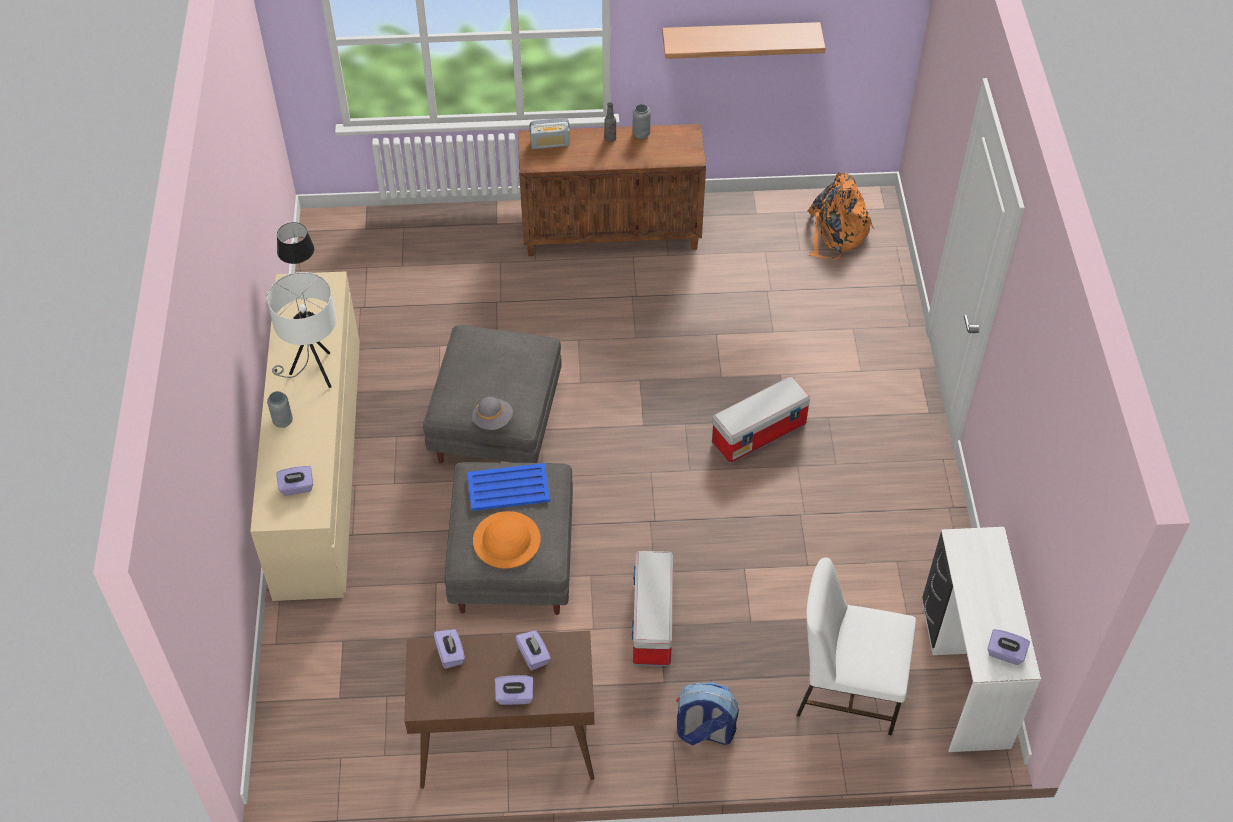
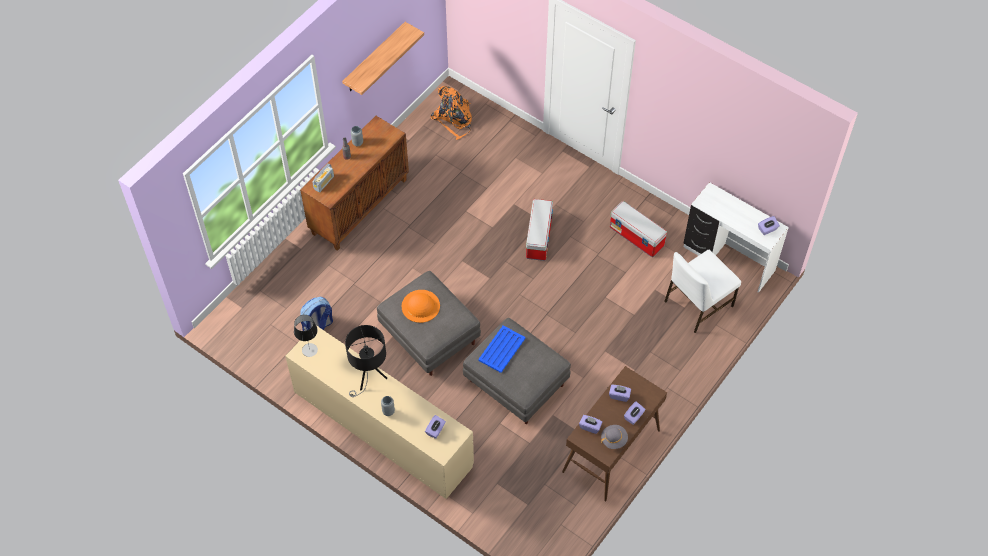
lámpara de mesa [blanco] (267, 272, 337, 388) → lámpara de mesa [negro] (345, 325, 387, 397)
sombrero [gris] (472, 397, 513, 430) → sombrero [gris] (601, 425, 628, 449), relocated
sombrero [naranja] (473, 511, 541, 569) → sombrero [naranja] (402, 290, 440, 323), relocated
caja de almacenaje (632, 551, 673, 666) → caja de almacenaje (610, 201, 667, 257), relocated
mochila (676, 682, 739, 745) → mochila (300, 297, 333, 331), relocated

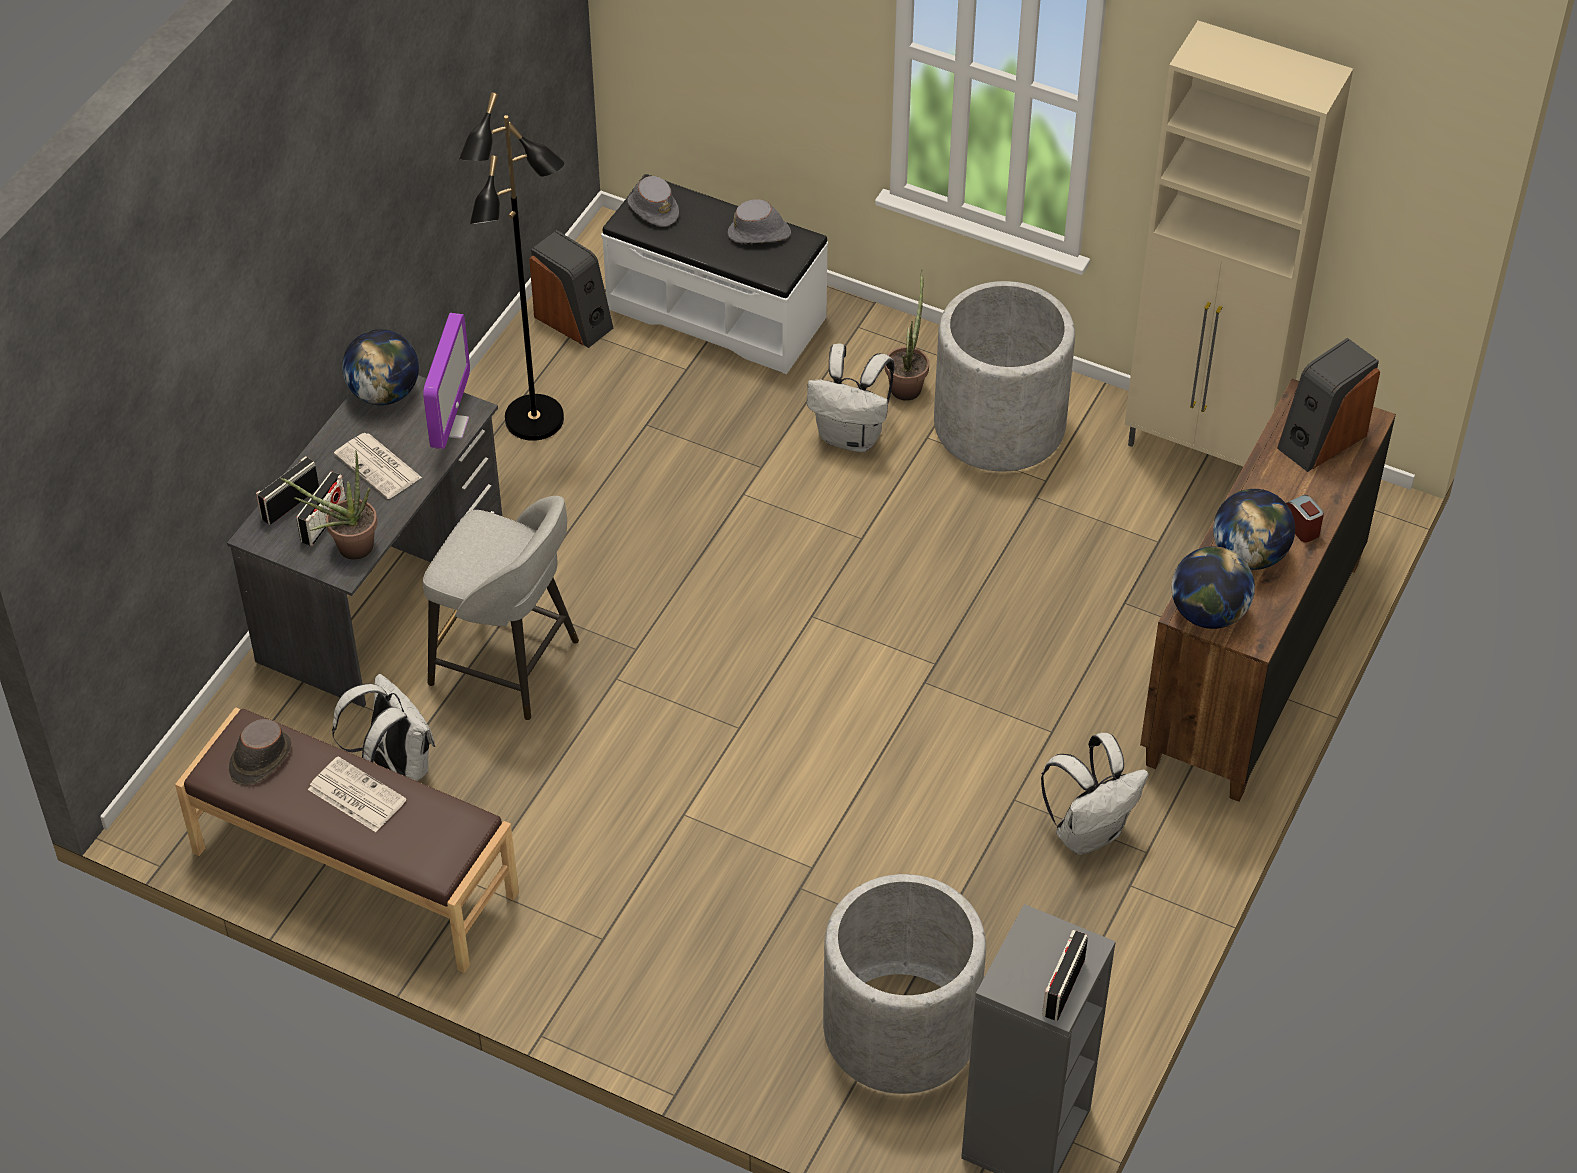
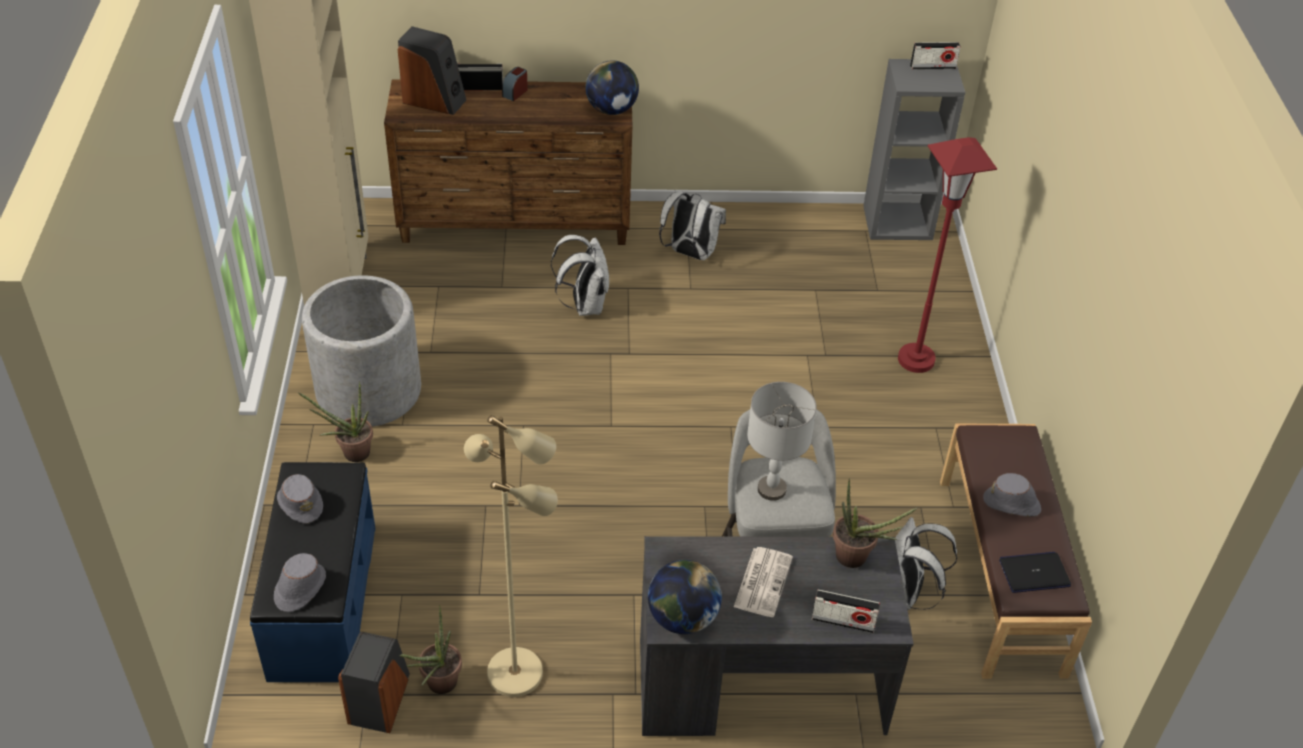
sombrero [marrón] (228, 719, 292, 786) → portátil (999, 552, 1071, 593)
radio (296, 472, 346, 546) → radio (457, 63, 503, 90), relocated
periódico (308, 756, 407, 832) → sombrero [gris] (983, 473, 1041, 517)
monitor (423, 313, 470, 449) → -
lámpara de pie [negro] (459, 92, 565, 441) → lámpara de pie [beis] (464, 415, 558, 697)
banco [blanco] (601, 174, 828, 374) → banco [azul] (250, 462, 376, 682)
mochila [blanco] (807, 343, 895, 452) → mochila [blanco] (551, 235, 609, 316), relocated
maceta [gris] (823, 874, 986, 1094) → -
globo terráqueo (1213, 489, 1295, 570) → -
- → planta en maceta (400, 605, 462, 694)
- → lámpara de mesa [gris] (747, 382, 817, 501)
- → lámpara de pie [rojo] (898, 137, 997, 373)

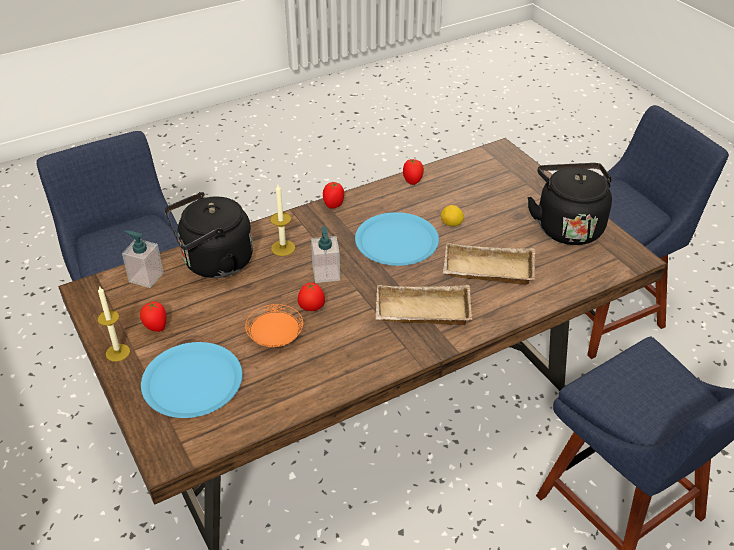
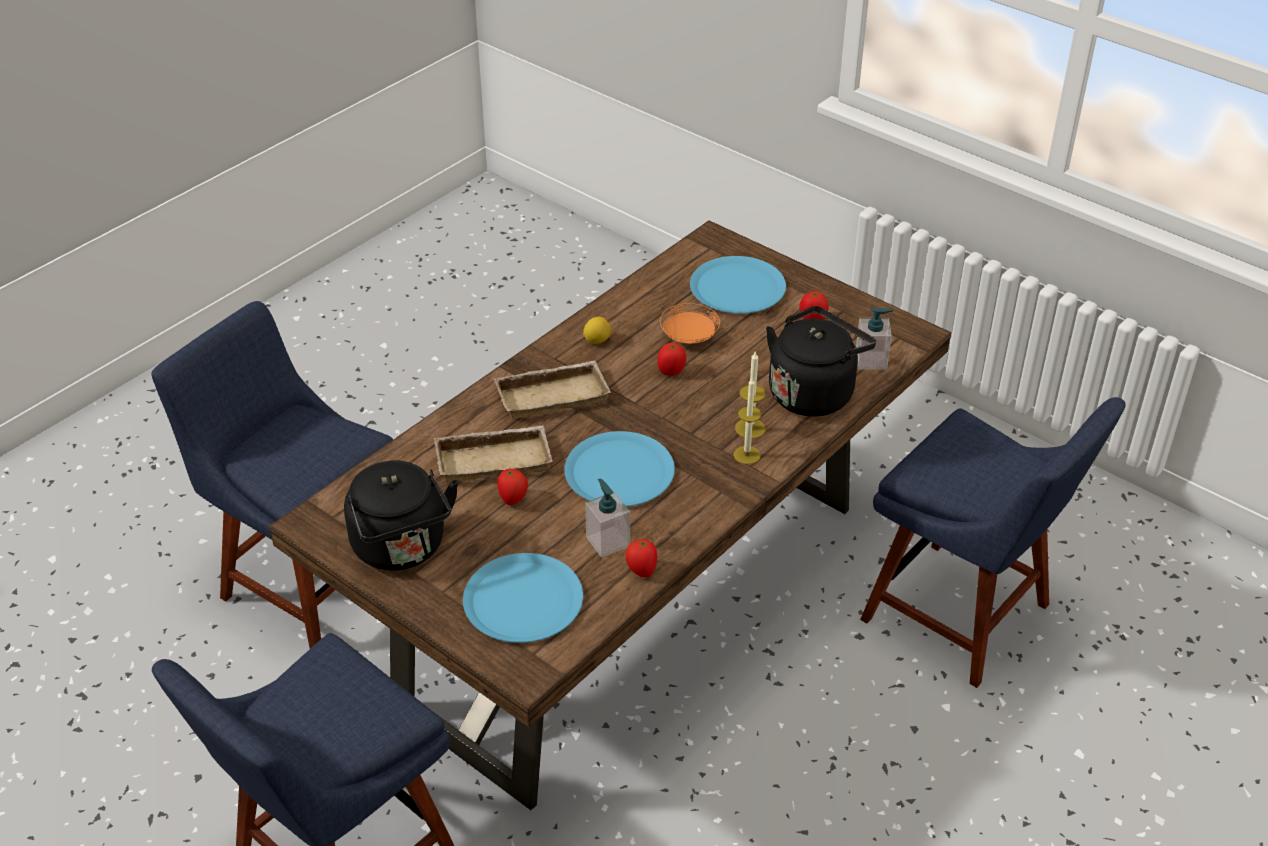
vela (97, 286, 130, 362) → vela (734, 378, 761, 464), relocated
dispensador de jabón (311, 226, 340, 283) → dispensador de jabón (585, 478, 630, 558), relocated
tomate (323, 182, 344, 209) → tomate (498, 469, 528, 505), relocated
limón (441, 205, 464, 227) → limón (583, 317, 611, 344), relocated
- → plato [azul] (463, 553, 583, 643)

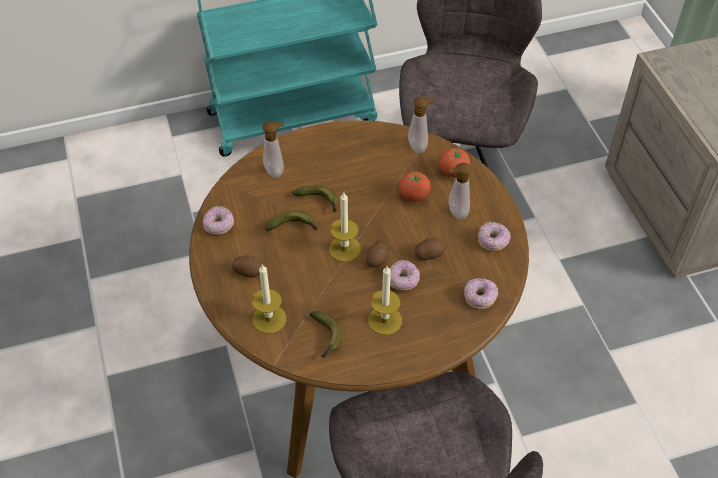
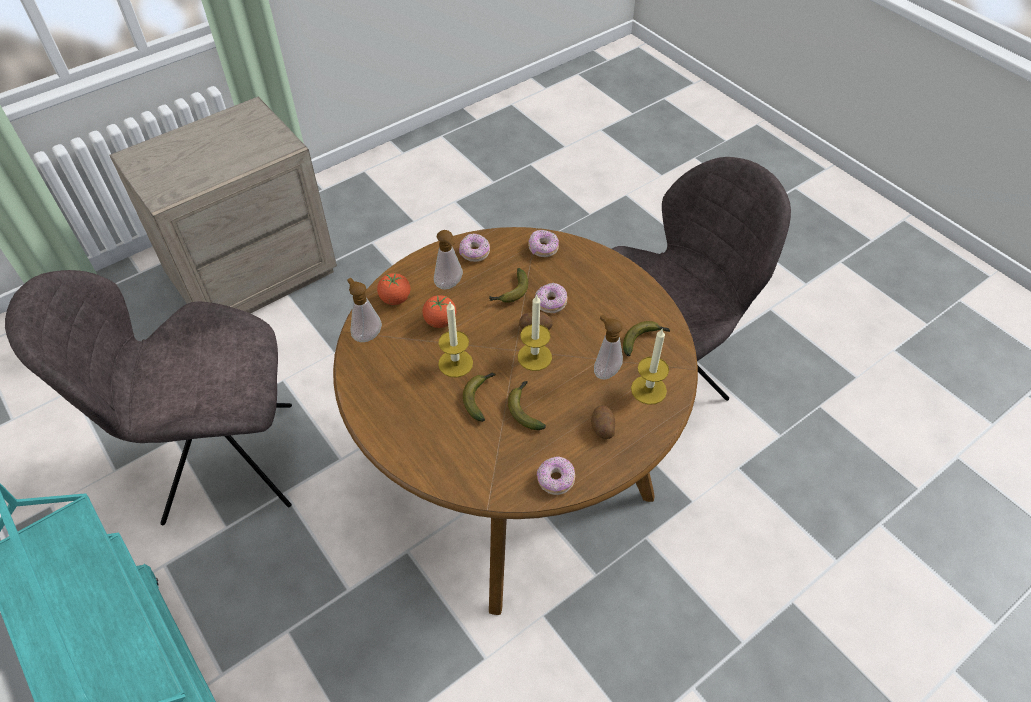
dispensador de jabón (262, 121, 284, 178) → dispensador de jabón (594, 315, 623, 379), relocated
vela (368, 266, 402, 335) → vela (438, 302, 473, 378), relocated
patata (415, 238, 446, 260) → plátano (489, 268, 528, 303)

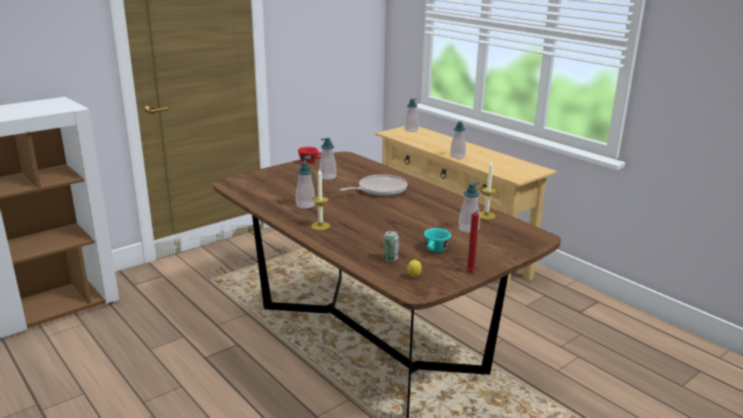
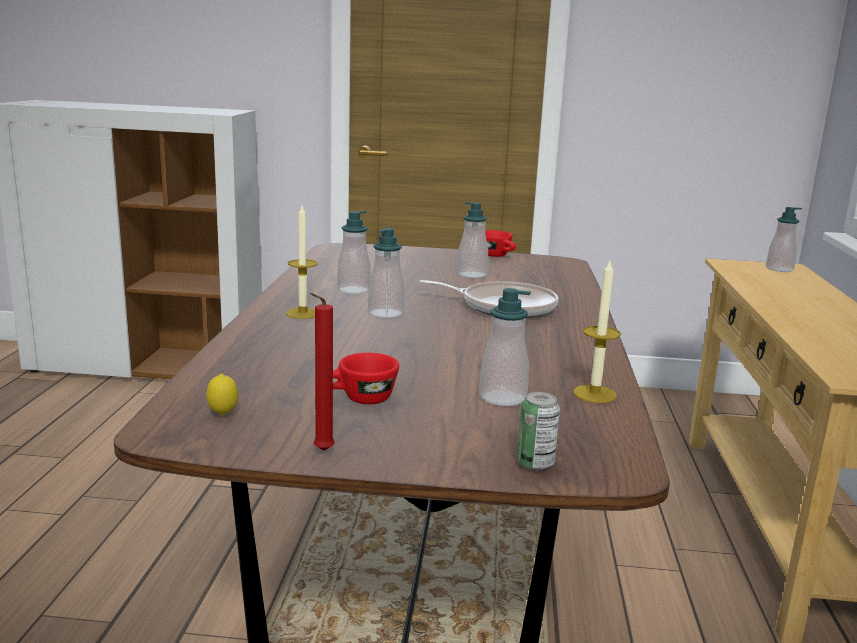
lata (383, 231, 399, 262) → lata (517, 392, 560, 470), relocated
taza [turquesa] (424, 228, 451, 252) → taza [rojo] (333, 353, 399, 404)
dispensador de jabón (450, 121, 466, 159) → dispensador de jabón (368, 228, 405, 318), relocated

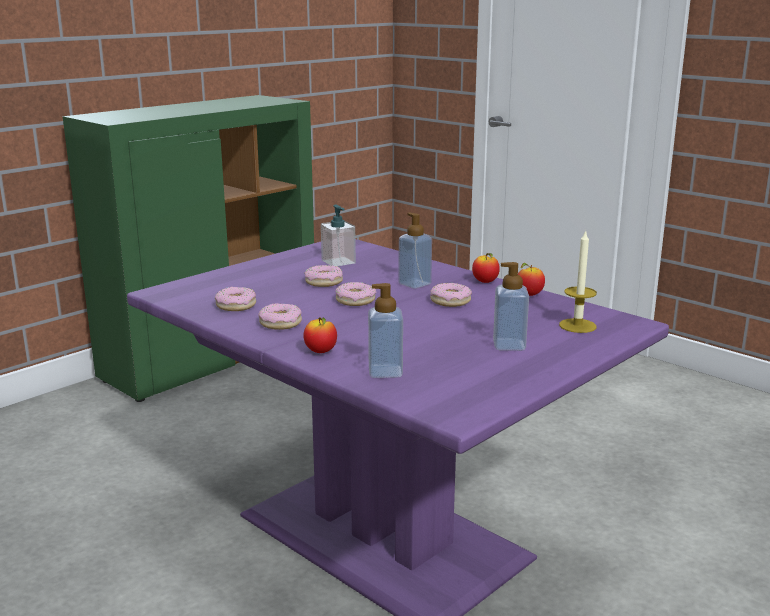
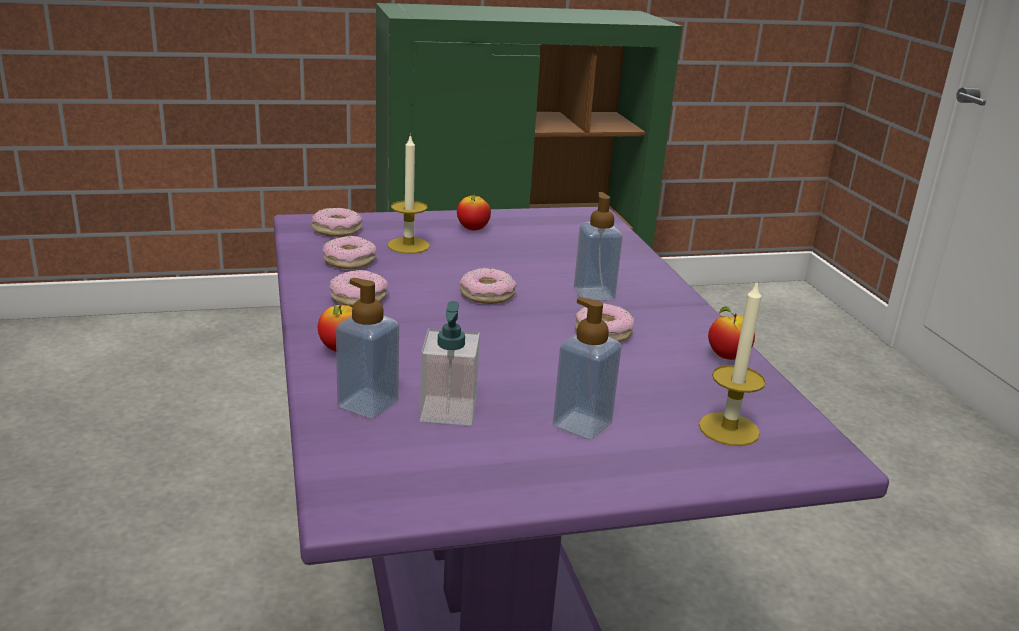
rosquilla (304, 265, 343, 287) → rosquilla (312, 208, 362, 237), relocated
dispensador de jabón (321, 205, 356, 266) → dispensador de jabón (420, 301, 480, 426), relocated
manzana (472, 253, 500, 283) → manzana (457, 193, 491, 230), relocated
- → vela (388, 133, 430, 254)

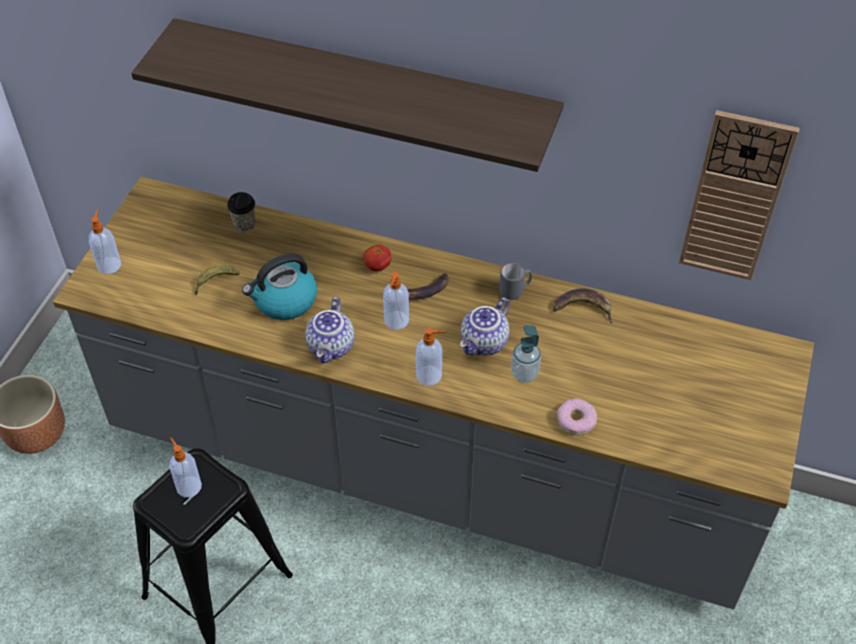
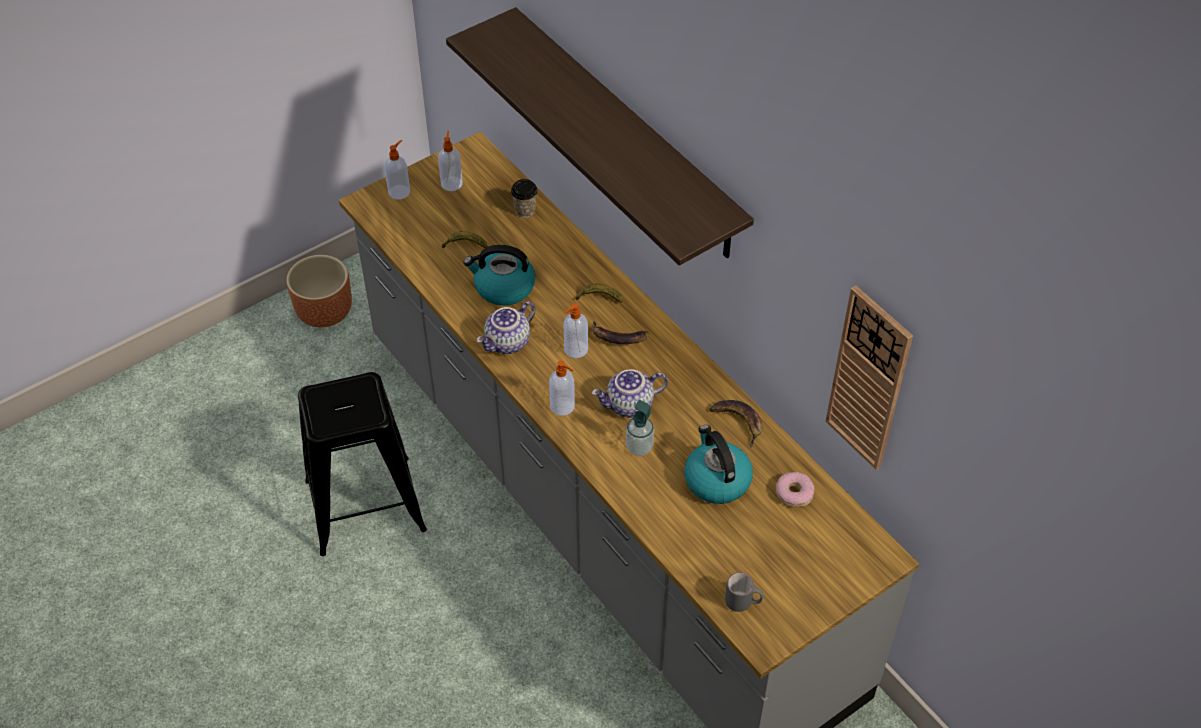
dispensador de jabón (169, 437, 202, 498) → dispensador de jabón (438, 130, 463, 191), relocated
tomate (363, 245, 391, 272) → plátano (576, 284, 623, 303)
taza grande [gris] (499, 263, 532, 300) → taza grande [gris] (725, 573, 763, 612), relocated
rosquilla (557, 398, 597, 435) → rosquilla (776, 472, 814, 507), relocated
- → hervidor (684, 425, 753, 504)

